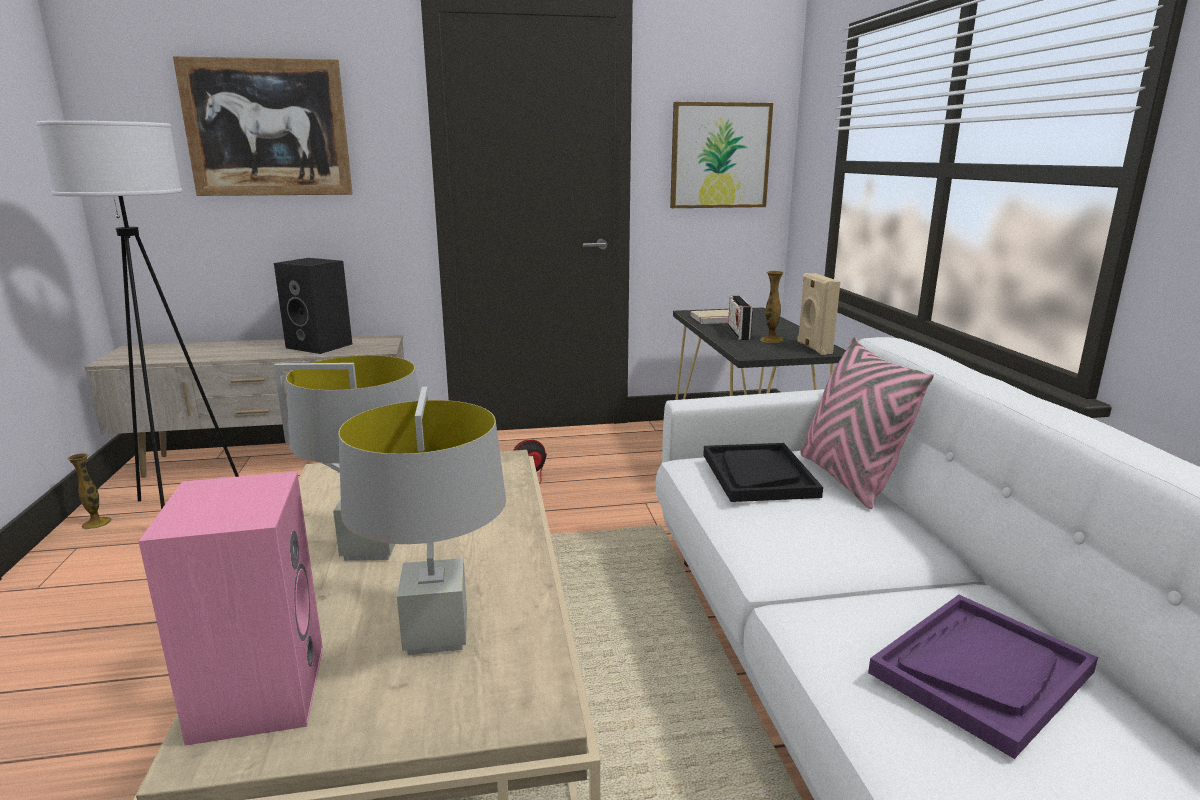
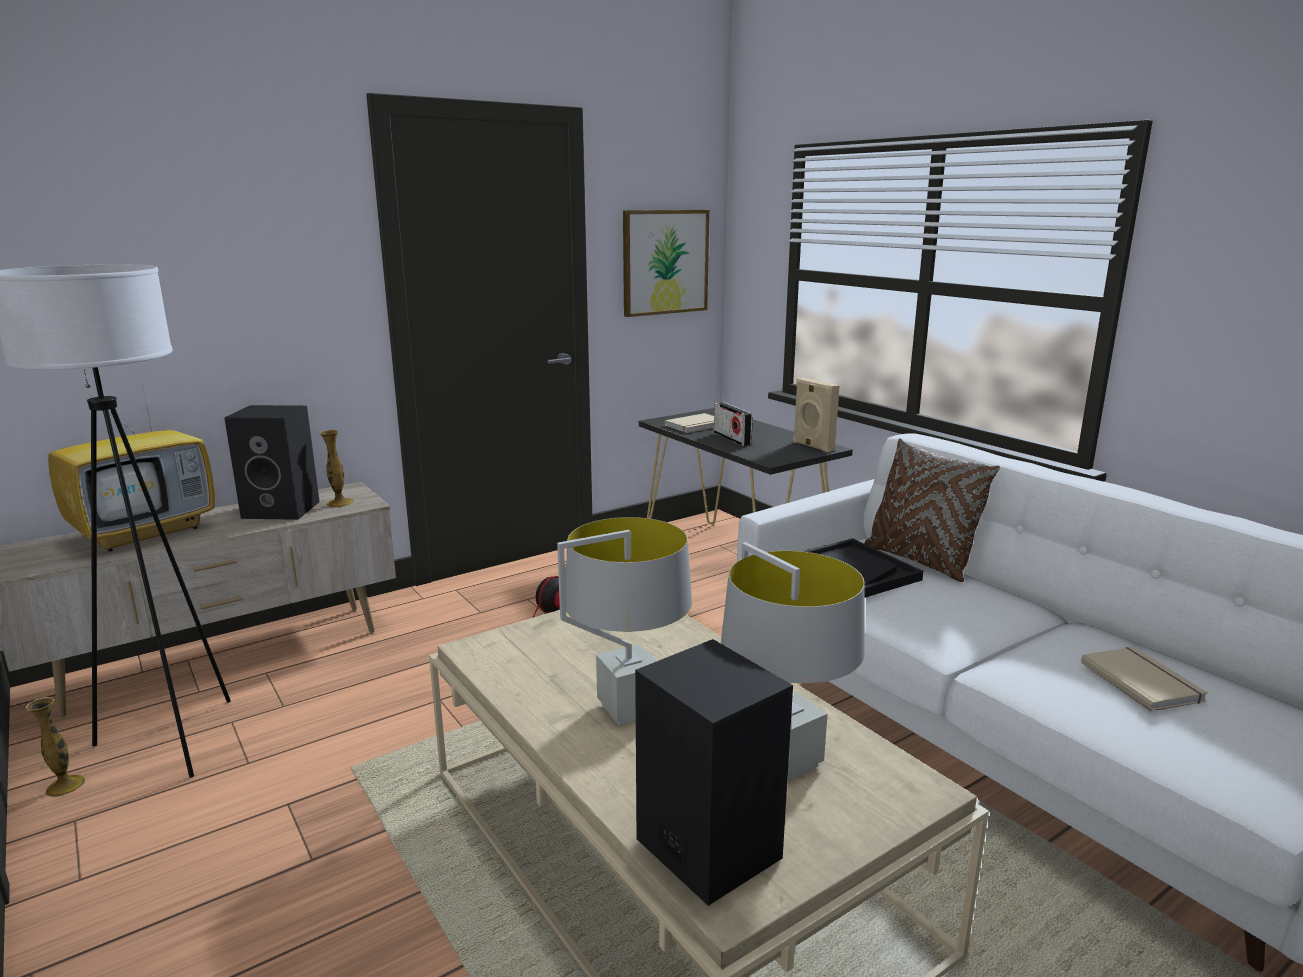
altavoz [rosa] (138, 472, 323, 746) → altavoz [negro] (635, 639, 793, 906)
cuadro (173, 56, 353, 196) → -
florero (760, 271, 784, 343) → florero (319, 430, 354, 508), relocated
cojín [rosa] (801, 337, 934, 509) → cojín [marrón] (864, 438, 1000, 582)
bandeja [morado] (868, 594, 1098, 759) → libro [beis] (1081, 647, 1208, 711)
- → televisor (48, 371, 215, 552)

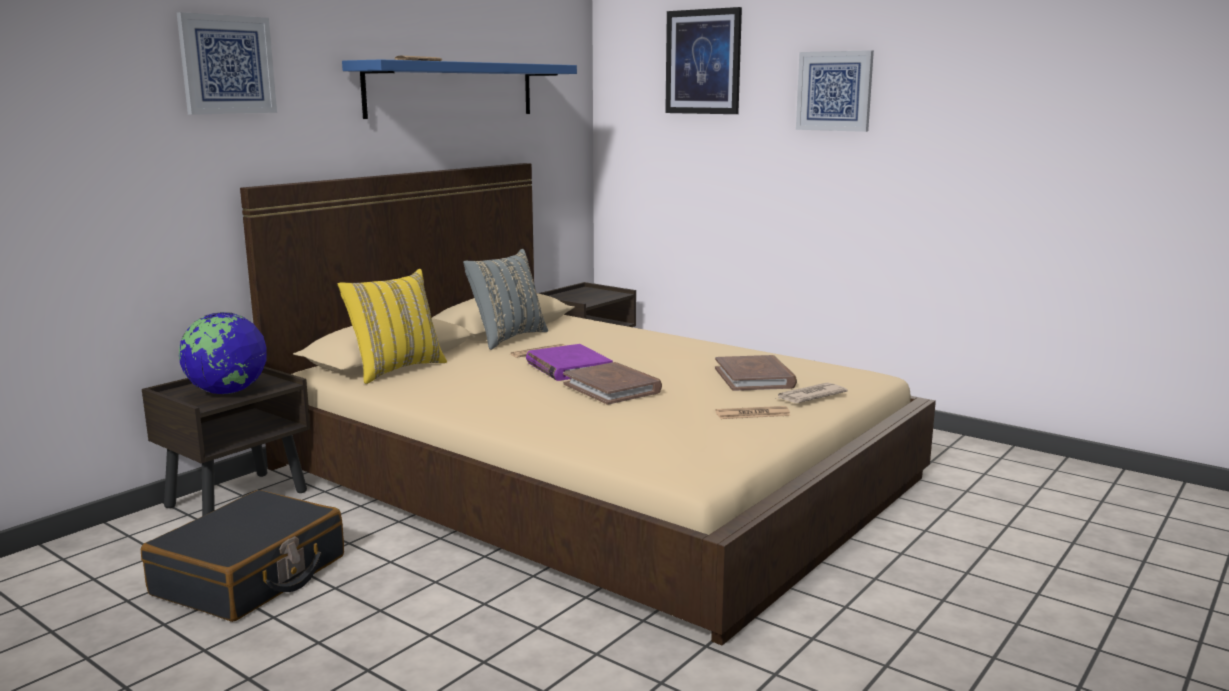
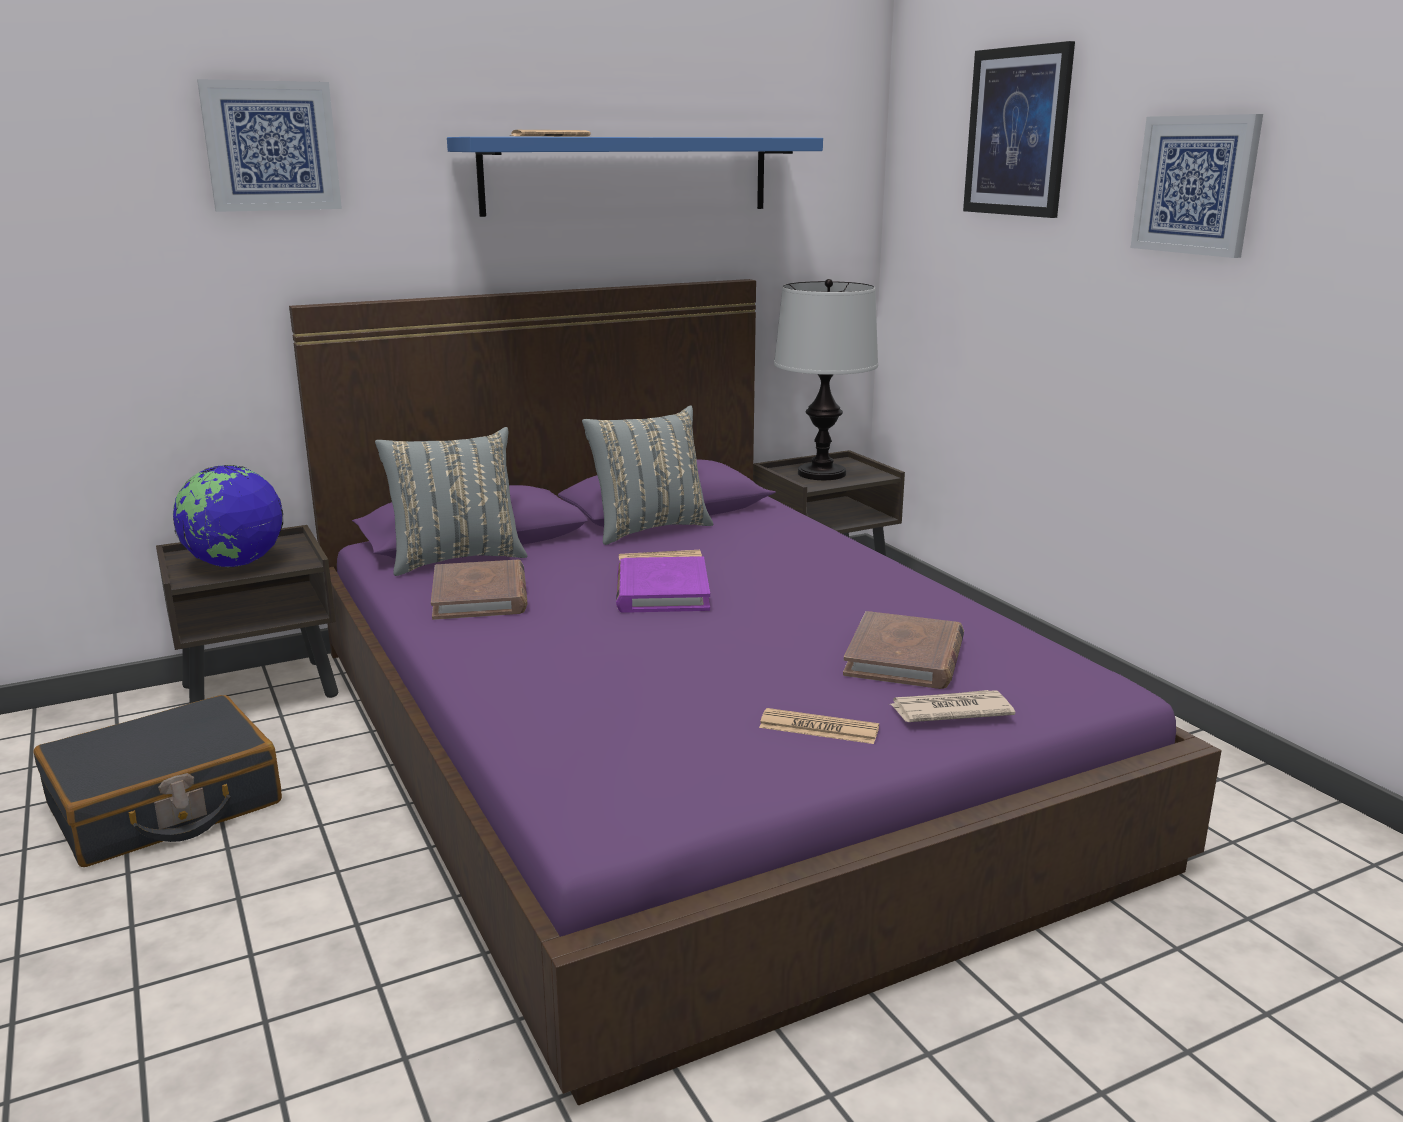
cama [beis] (240, 163, 936, 645) → cama [morado] (289, 279, 1222, 1105)
cojín [amarillo] (338, 269, 447, 384) → cojín [gris] (375, 427, 528, 576)
libro [marrón] (563, 362, 662, 405) → libro [marrón] (431, 560, 527, 620), relocated
- → lámpara de mesa (774, 279, 878, 480)

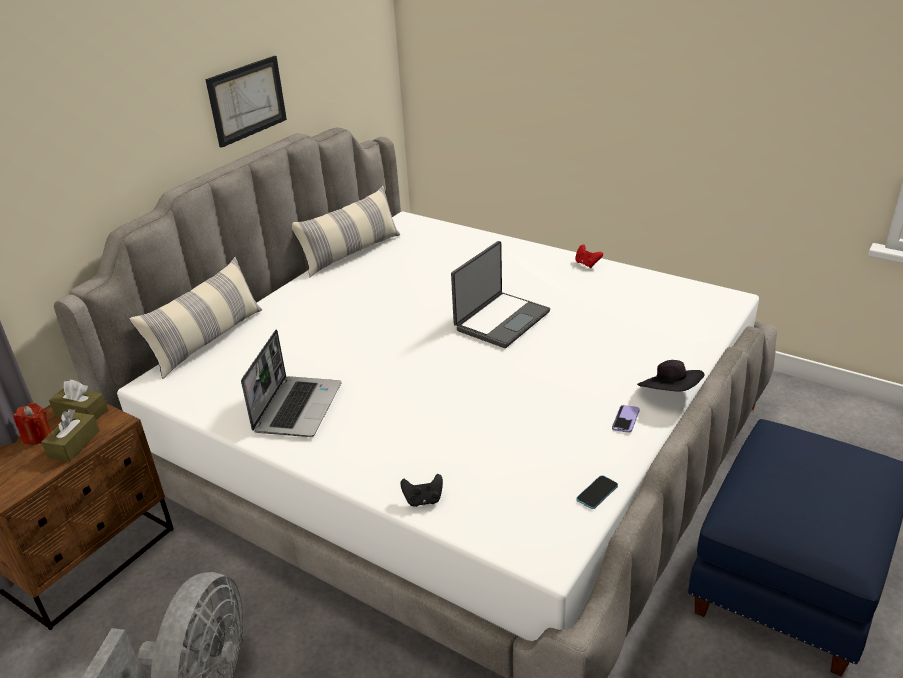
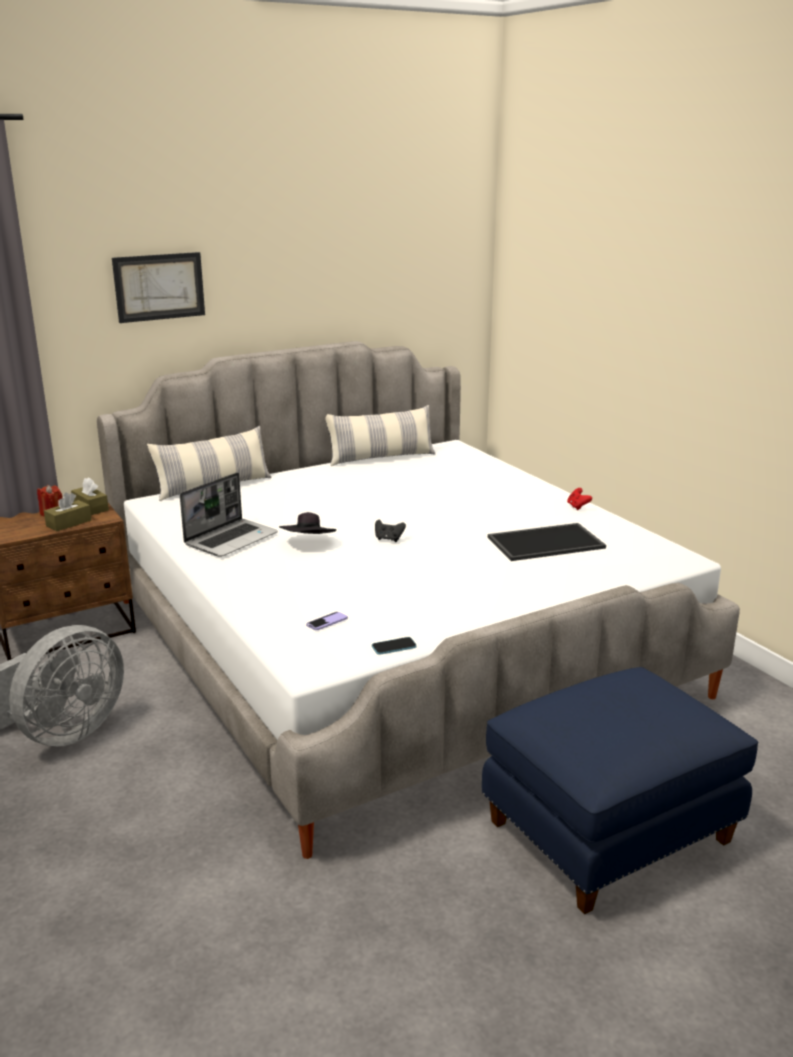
cuadro (205, 56, 287, 148) → cuadro (112, 252, 205, 323), relocated
mando de consola [negro] (400, 474, 443, 507) → mando de consola [negro] (375, 519, 406, 542), relocated
portátil (451, 241, 550, 348) → -
móvil (612, 405, 640, 433) → móvil (306, 612, 348, 630), relocated
sombrero [negro] (637, 360, 705, 391) → sombrero [negro] (279, 512, 336, 534), relocated
- → bandeja (488, 523, 606, 561)

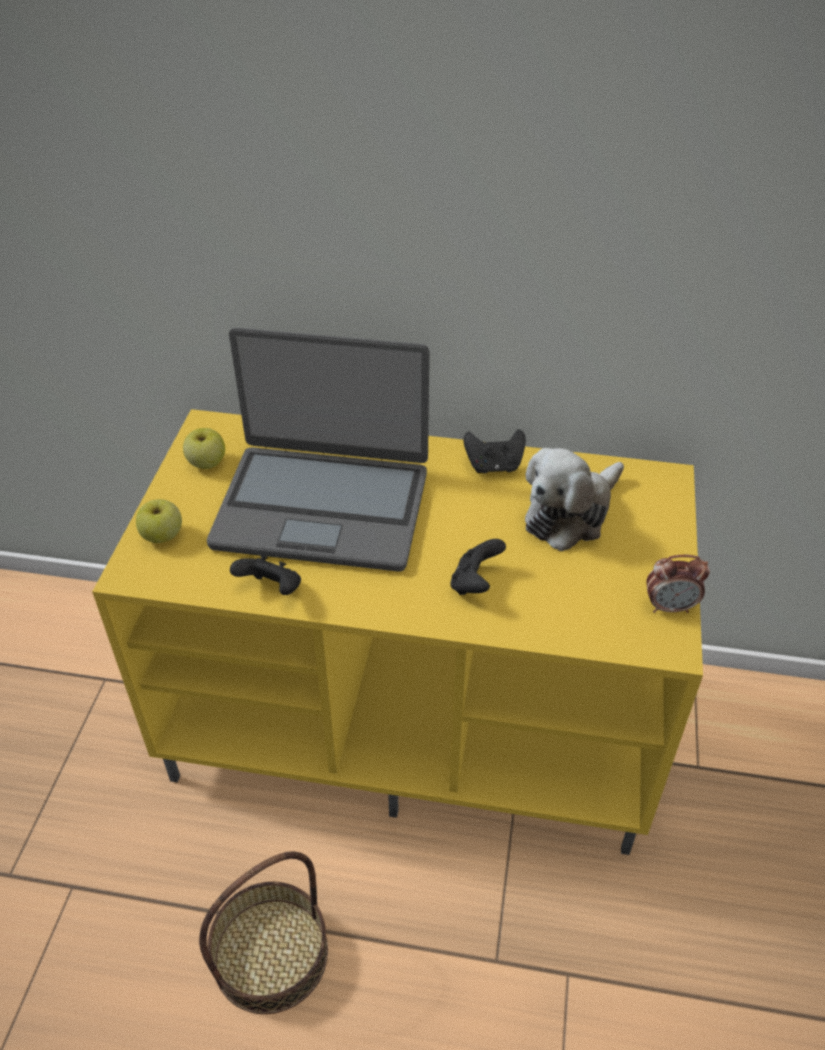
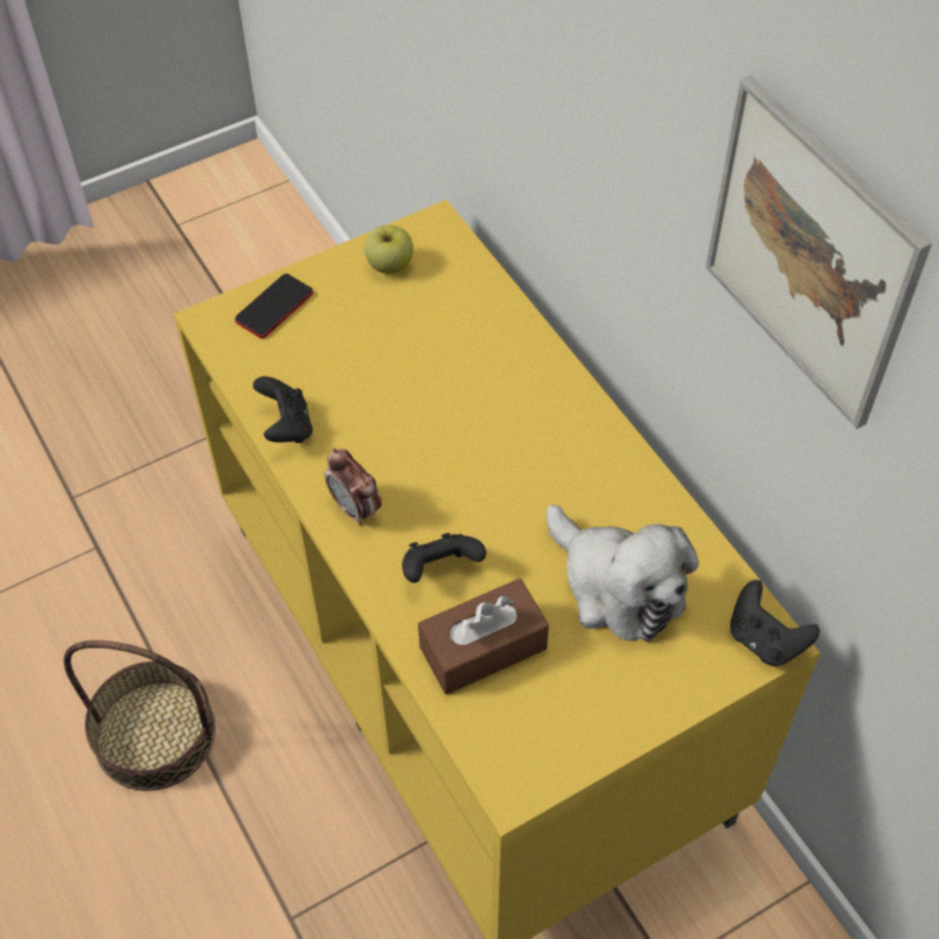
manzana (136, 499, 182, 543) → móvil (235, 274, 313, 339)
portátil (207, 327, 430, 572) → -
mando de consola [negro] (463, 429, 526, 473) → mando de consola [negro] (730, 580, 820, 666), relocated
peluche (525, 448, 624, 552) → peluche (546, 505, 699, 642), 135 degrees counterclockwise
despertador (646, 555, 710, 613) → despertador (325, 448, 382, 526), relocated
- → caja de pañuelos [marrón] (418, 578, 549, 695)
- → cuadro (706, 75, 932, 429)

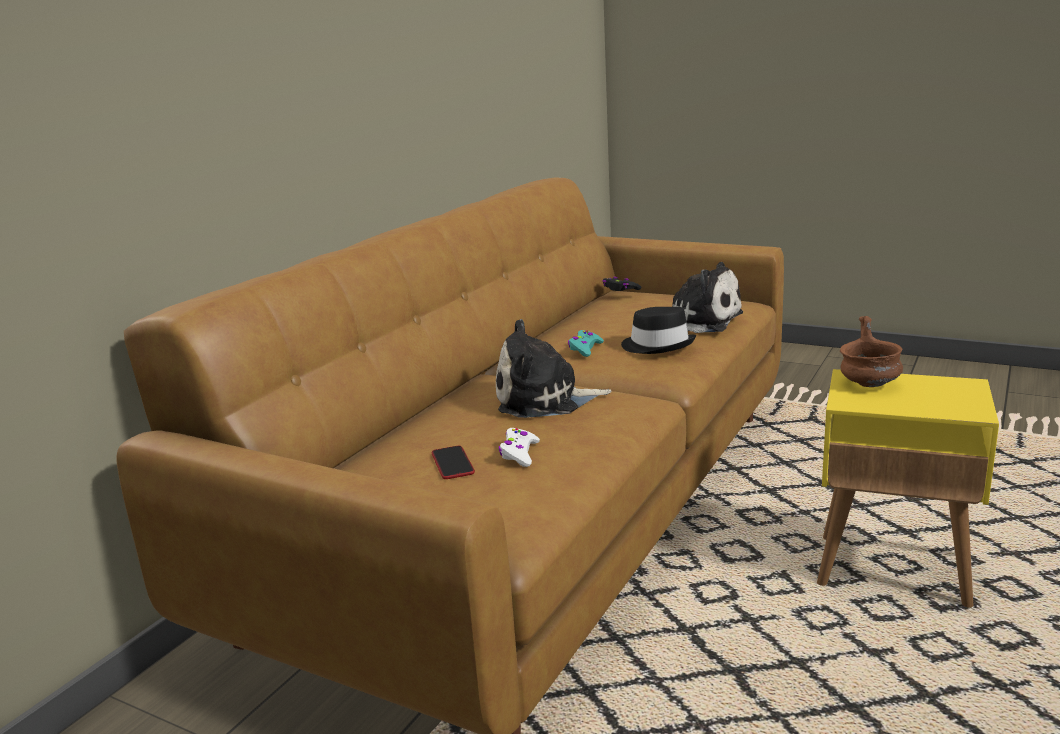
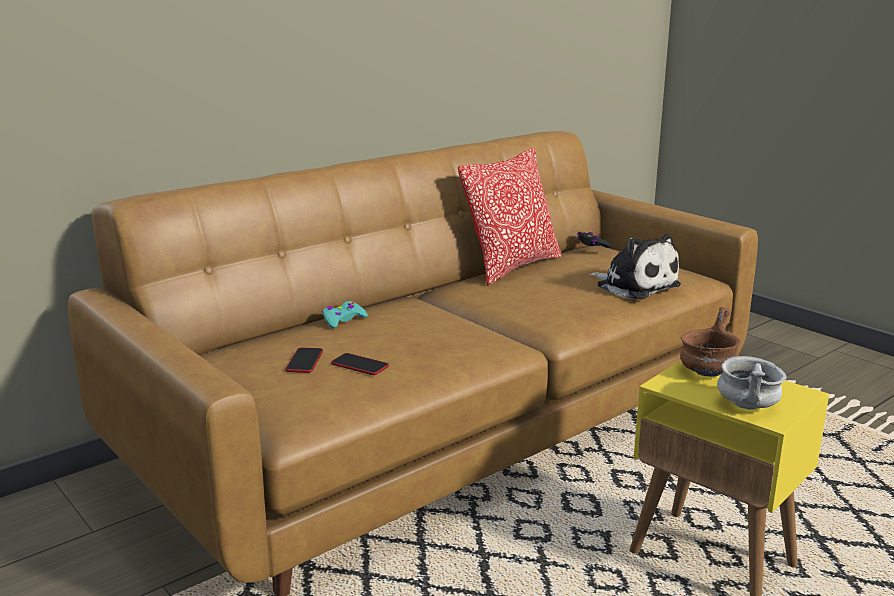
peluche (496, 319, 611, 418) → -
mando de consola [blanco] (498, 428, 540, 467) → móvil (331, 353, 389, 375)
mando de consola [turquesa] (568, 330, 604, 357) → mando de consola [turquesa] (322, 301, 368, 328), relocated
sombrero [negro] (621, 307, 696, 354) → -
- → cojín (458, 148, 561, 285)
- → cuenco [gris] (717, 356, 786, 410)

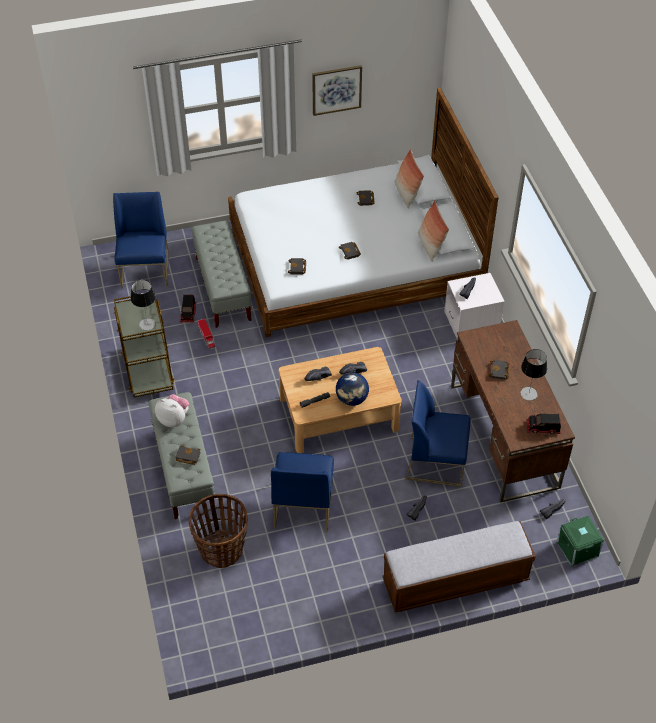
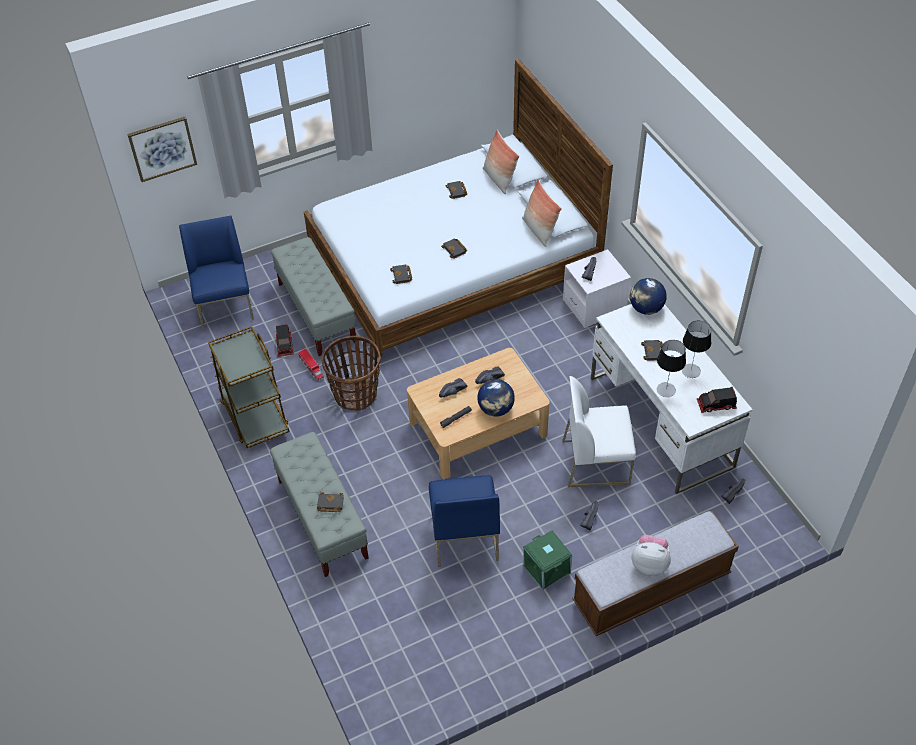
lámpara de mesa (131, 280, 156, 330) → lámpara de mesa (657, 340, 686, 397), relocated
peluche (155, 394, 189, 427) → peluche (632, 535, 671, 576), relocated
cesta (189, 494, 248, 568) → cesta (322, 336, 381, 411), relocated
cuadro (312, 65, 362, 116) → cuadro (127, 117, 197, 182), relocated
silla [azul] (405, 380, 471, 487) → silla [blanco] (562, 376, 636, 487)
escritorio [marrón] (451, 320, 575, 503) → escritorio [blanco] (591, 304, 753, 494)
caja de almacenaje [verde] (557, 516, 604, 567) → caja de almacenaje [verde] (523, 531, 572, 590), relocated
- → globo terráqueo (630, 278, 667, 315)

